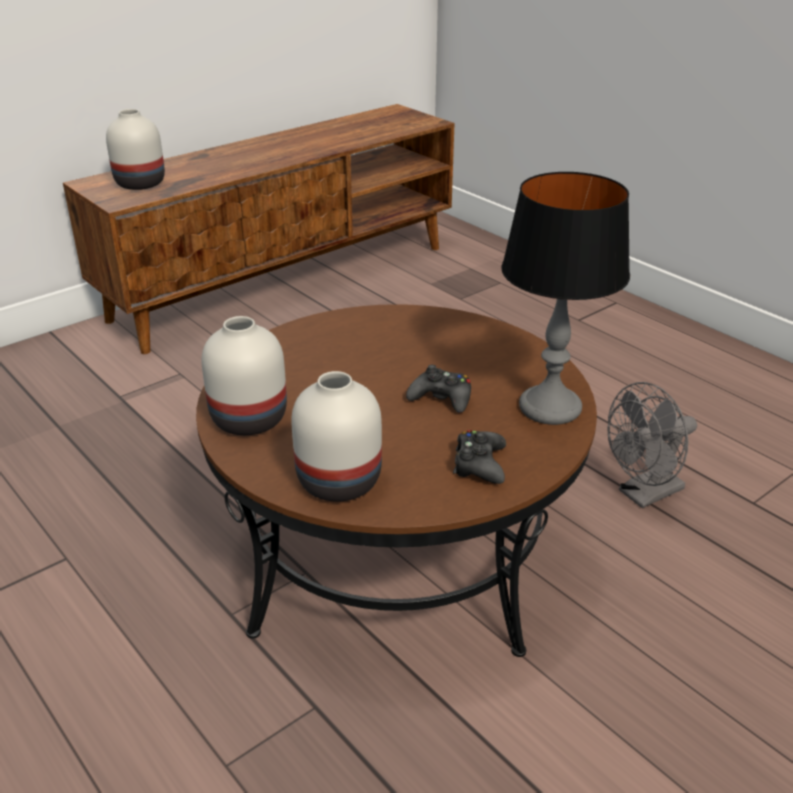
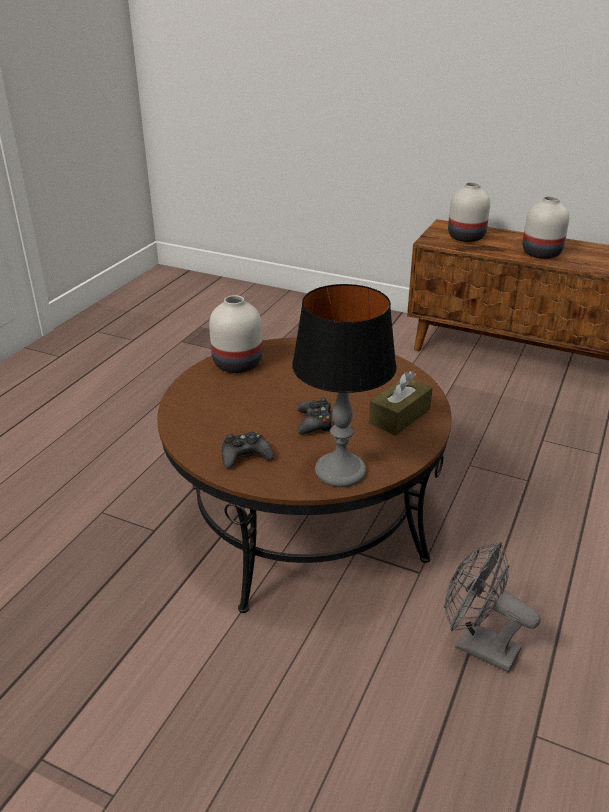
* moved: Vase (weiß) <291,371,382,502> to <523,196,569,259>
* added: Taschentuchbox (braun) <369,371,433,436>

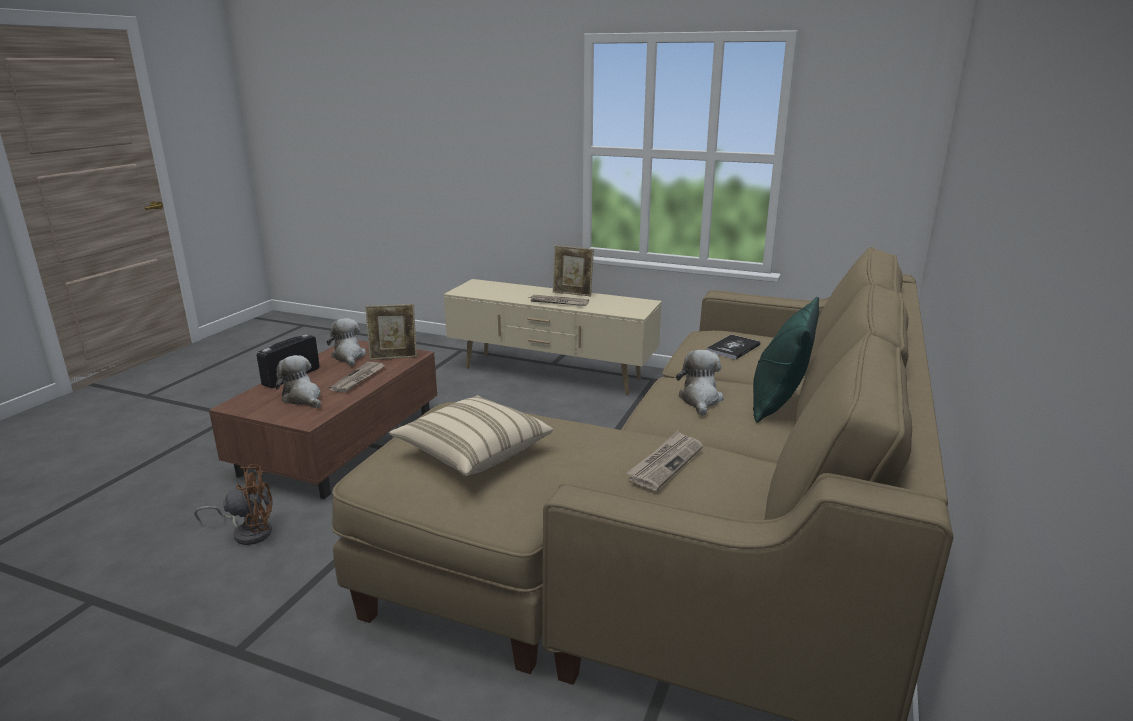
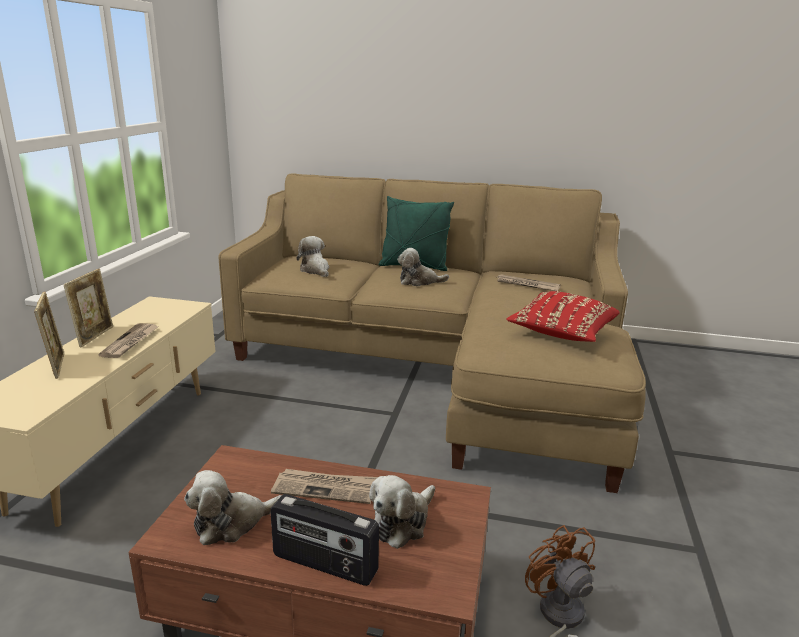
* moved: Bilderrahmen <365,304,417,360> to <34,291,65,379>
* recoloured: Kissen (beige) <389,395,553,476> to Kissen (rot) <506,291,620,342>
* replaced: Buch <706,334,761,360> to Plüschtier <297,236,329,277>

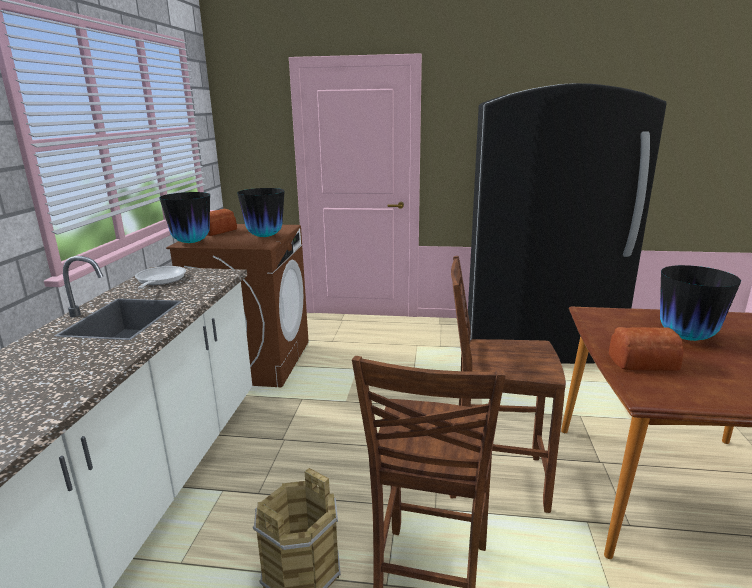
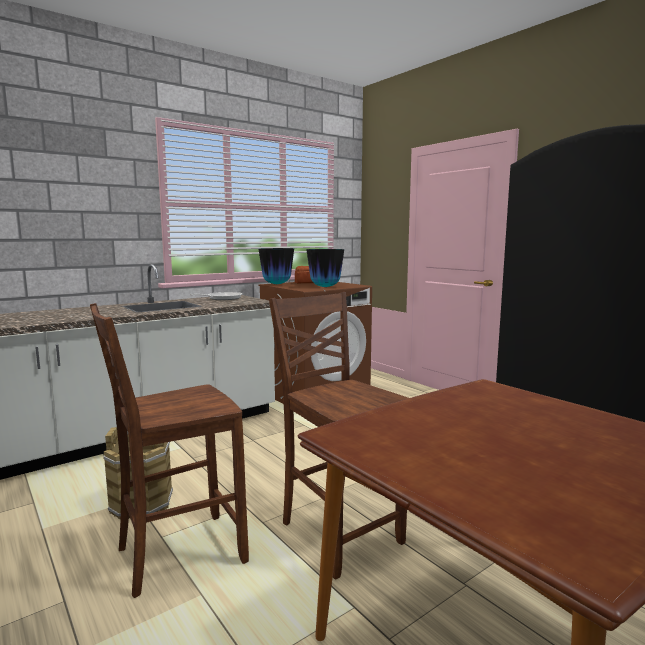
* removed: Brot <609,327,683,371>
* removed: Vase <660,265,741,341>

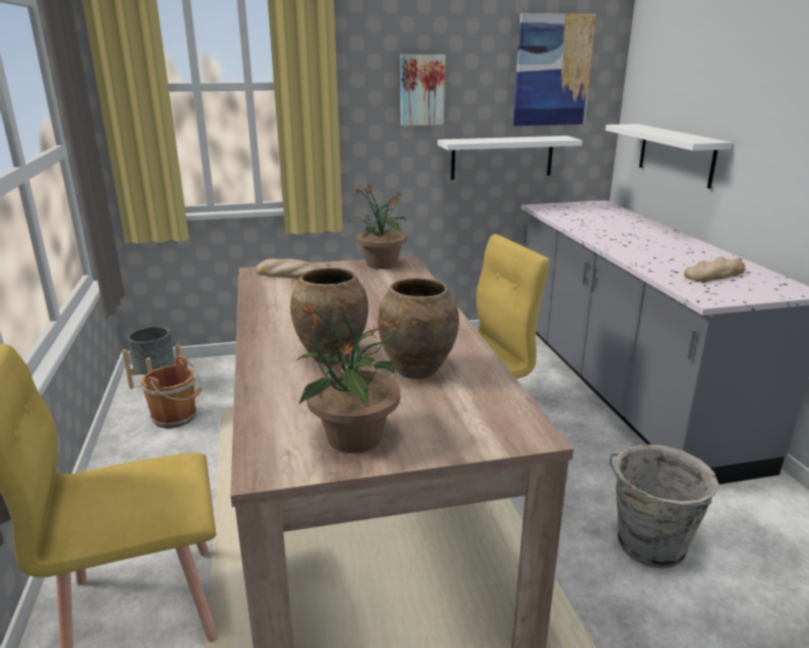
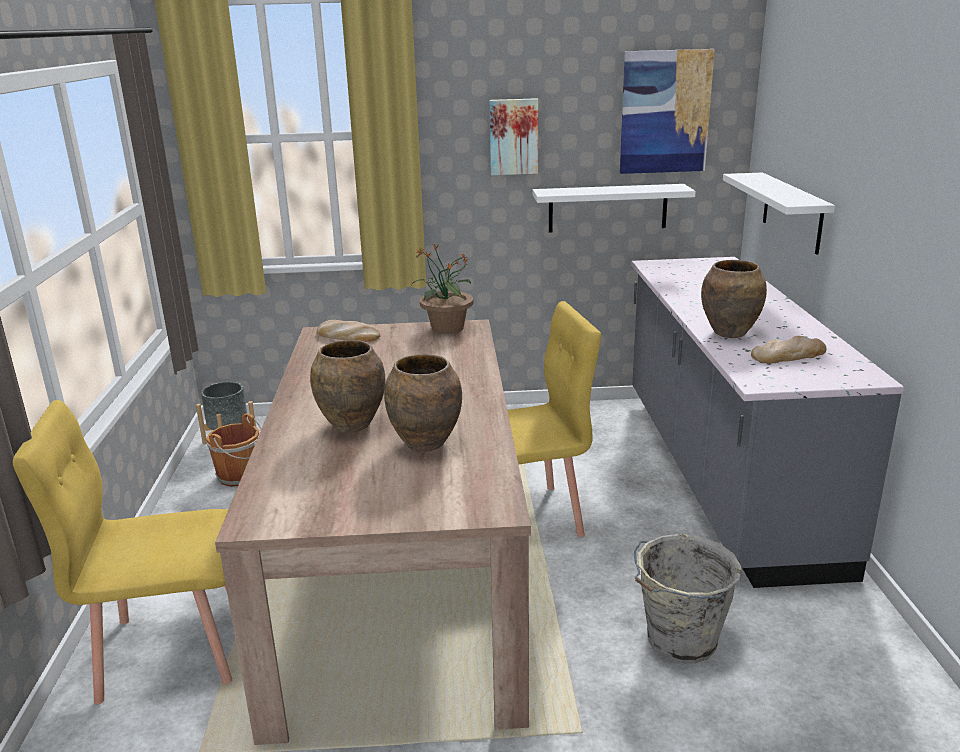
* removed: Topfpflanze <297,293,401,453>
* added: Vase (braun) <701,260,767,338>

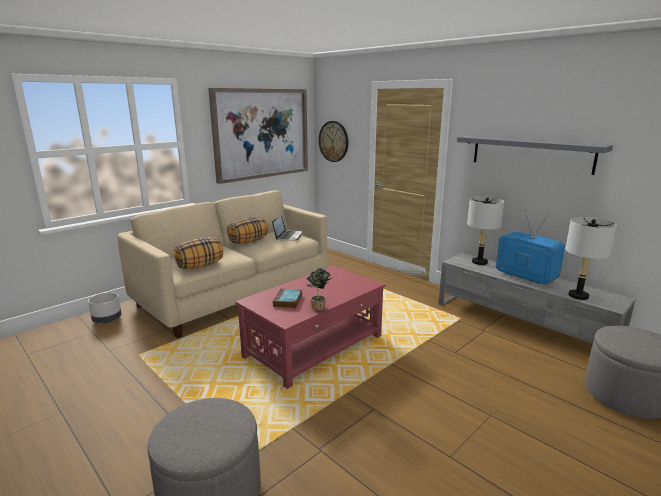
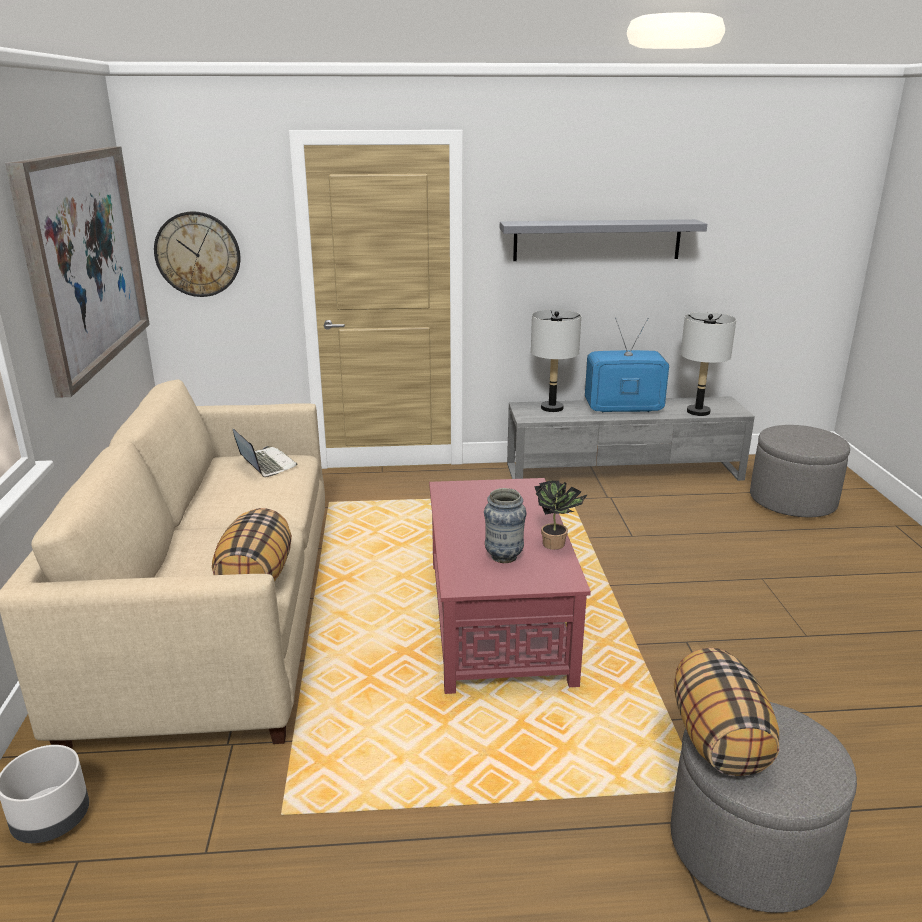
* moved: Kissen <227,217,268,244> to <674,648,779,777>
* replaced: Buch <273,288,302,308> to Vase <484,488,526,563>

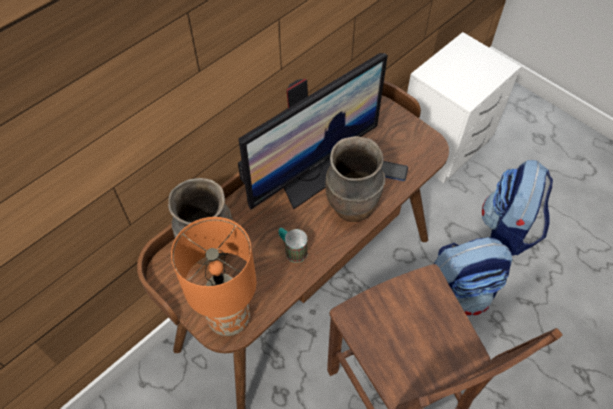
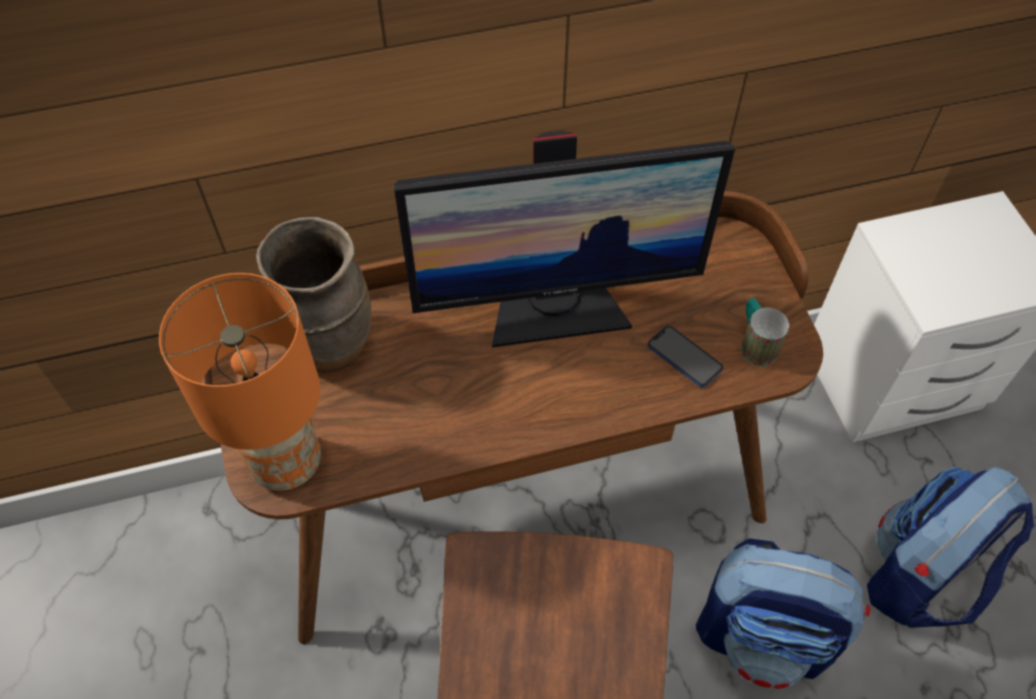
* moved: Henkelbecher <278,228,308,263> to <741,298,789,366>
* removed: Vase (braun) <325,136,385,222>

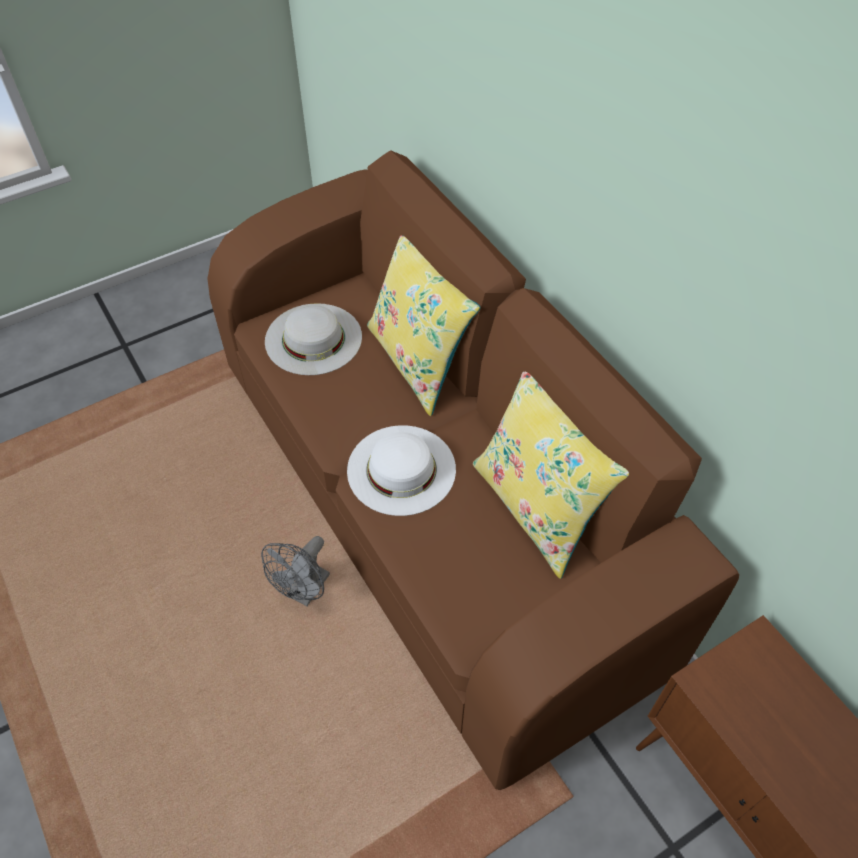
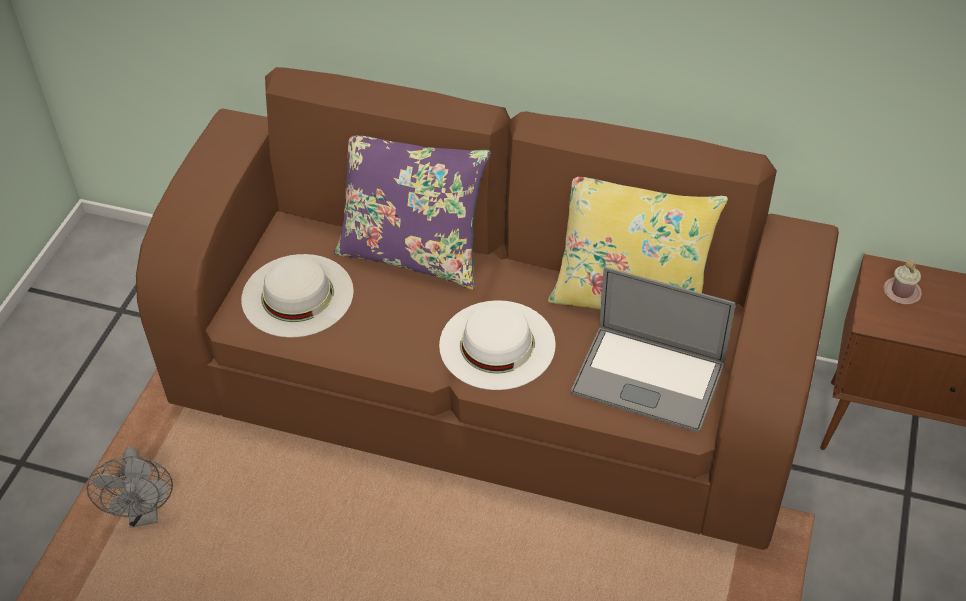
* moved: Ventilator (grau) <261,536,330,606> to <87,446,173,528>
* recoloured: Kissen (gelb) <367,235,480,416> to Kissen (lila) <334,135,491,290>
* added: Laptop <571,267,735,433>
* added: Henkelbecher (rosa) <883,260,922,304>

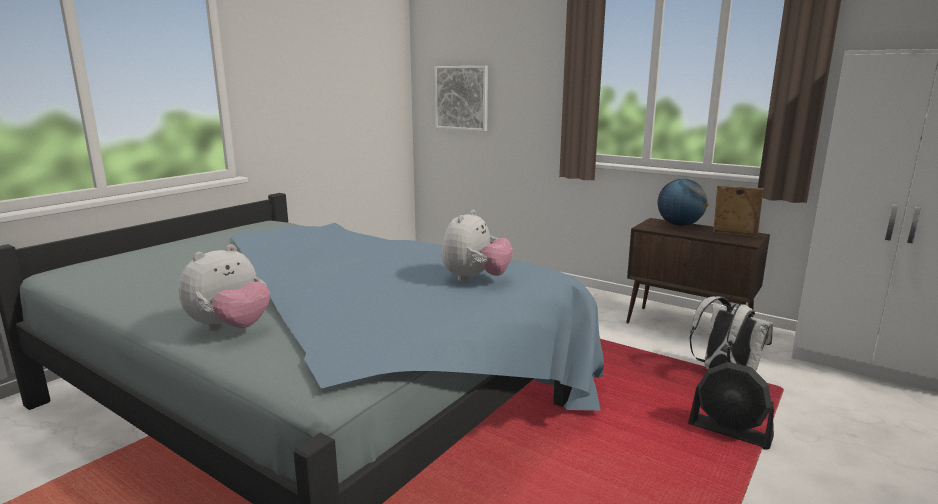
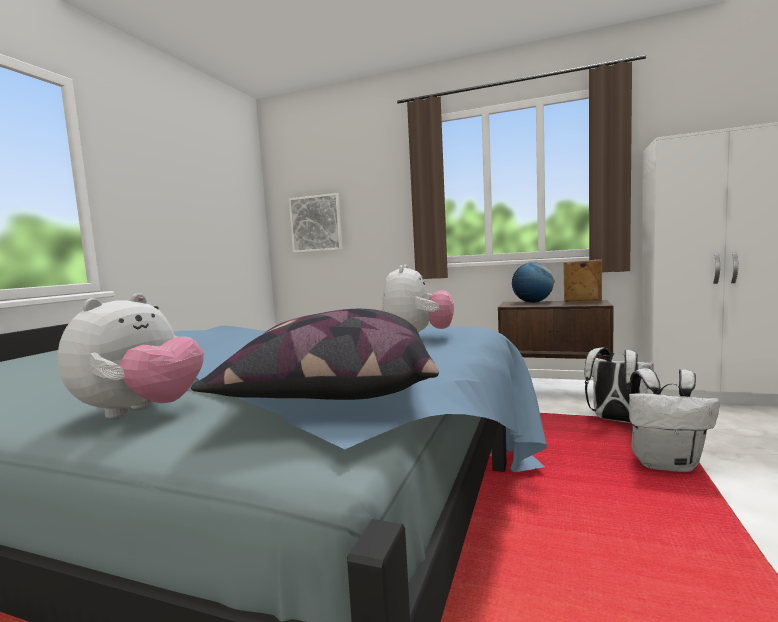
* replaced: Ventilator (schwarz) <688,362,774,450> to Rucksack (weiß) <629,369,720,472>
* added: Kissen <191,309,439,400>

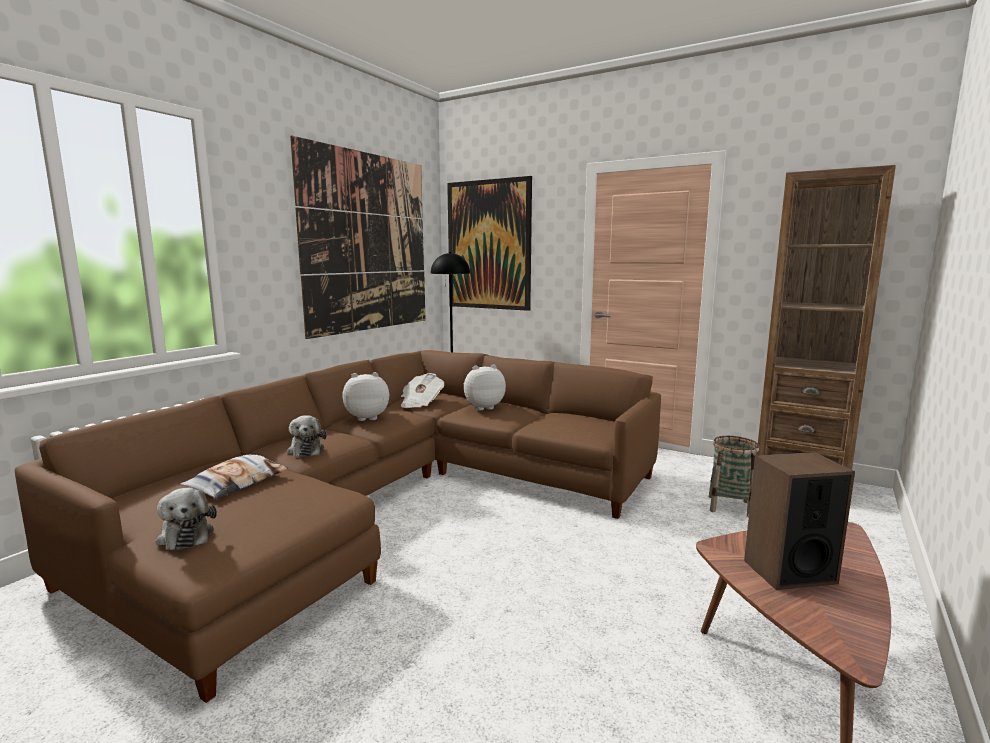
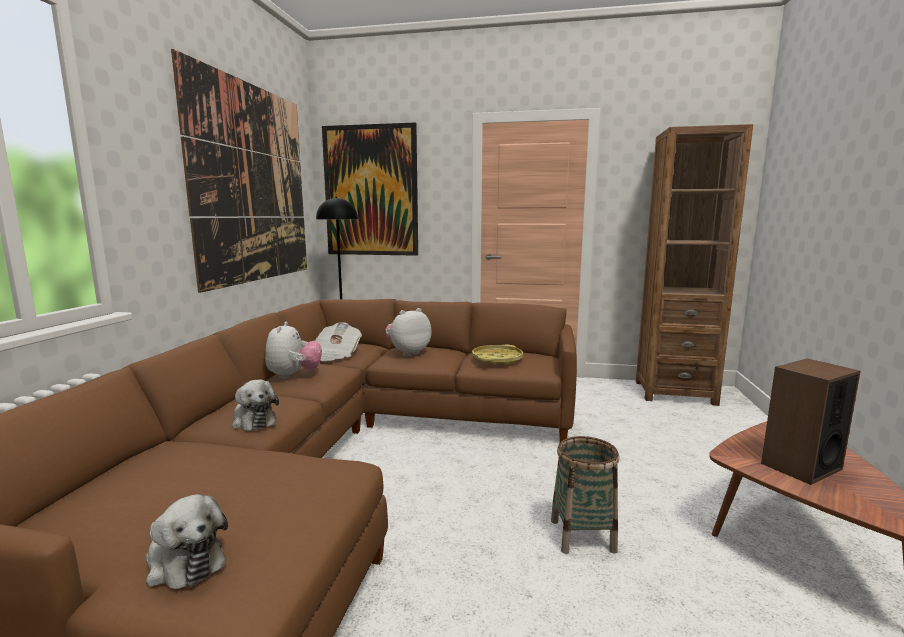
* removed: Kissen <180,455,288,499>
* turned: Plüschtier <342,372,389,421> = <265,322,322,379> 120 degrees clockwise
* moved: Korb <709,436,759,517> to <551,436,619,554>
* added: Tablett (gelb) <472,345,523,364>

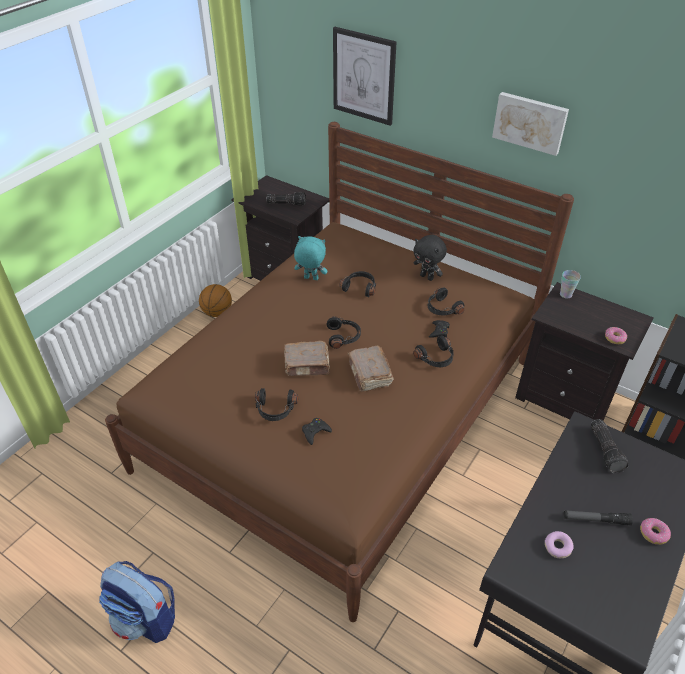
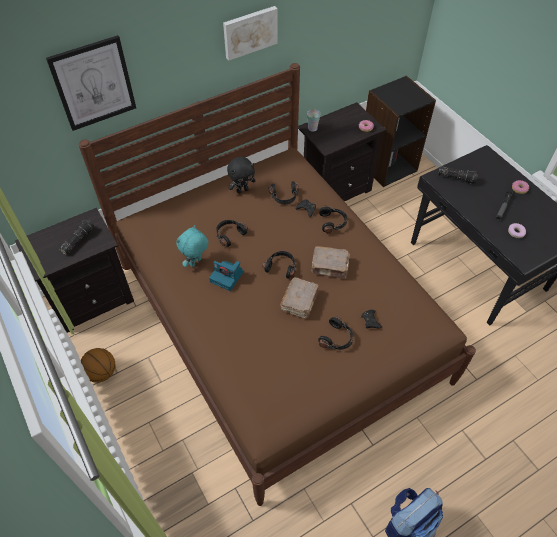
* added: Kamera <209,261,244,291>

